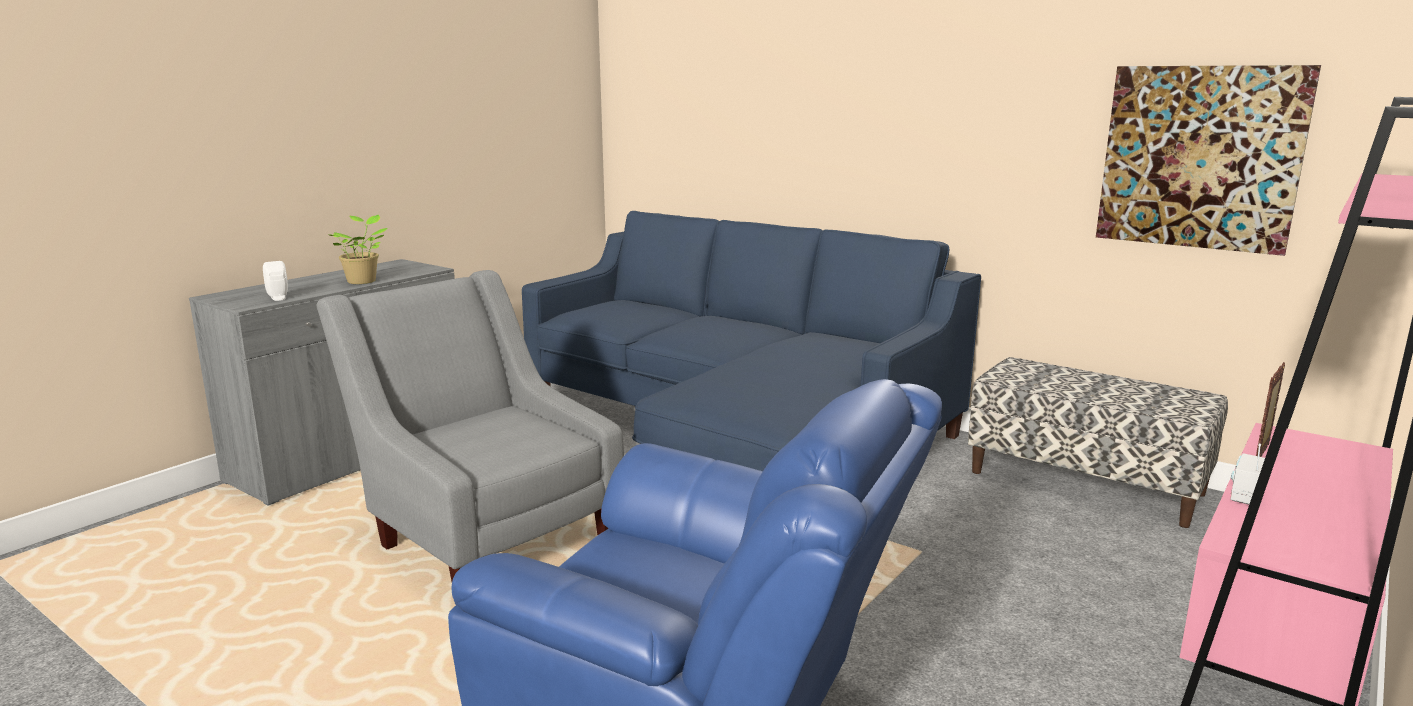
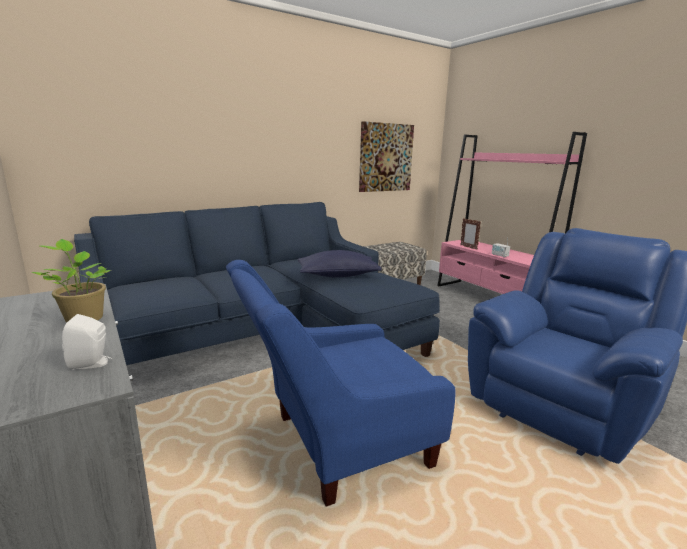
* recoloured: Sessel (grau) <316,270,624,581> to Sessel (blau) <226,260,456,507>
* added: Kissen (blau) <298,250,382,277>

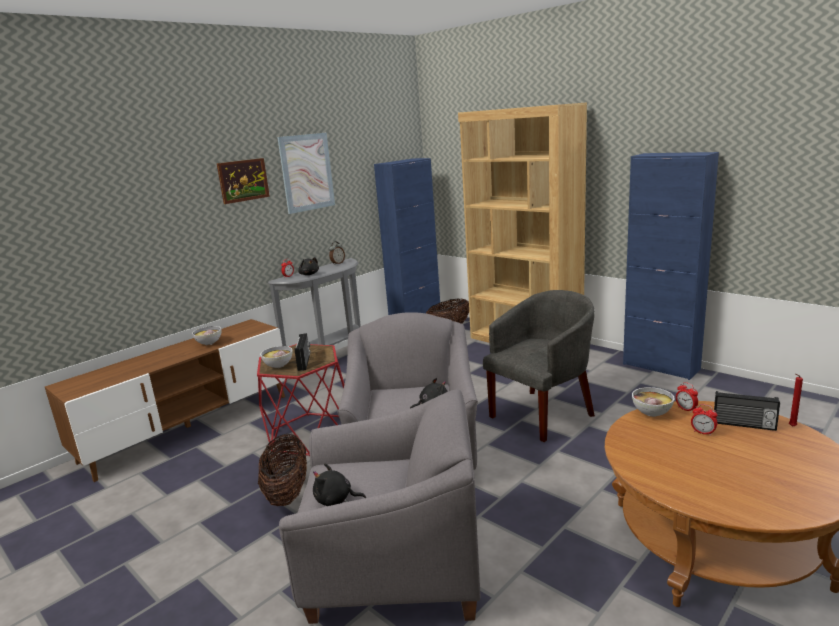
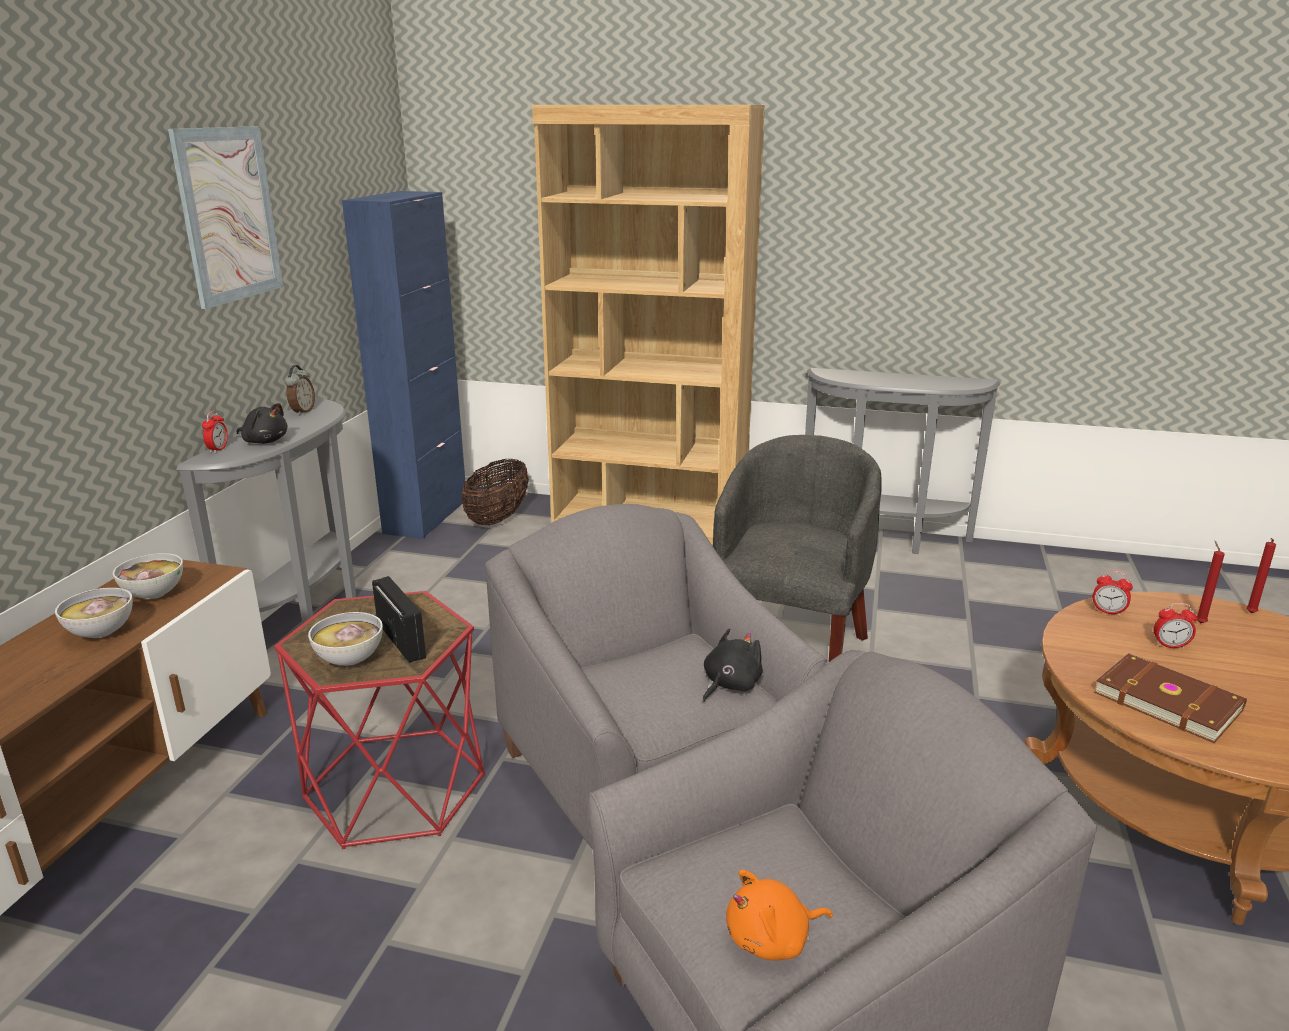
* removed: Bild <217,158,270,204>
* removed: Korb <258,433,307,506>
* recoloured: Plüschtier (schwarz) <313,463,366,506> to Plüschtier (orange) <726,870,833,961>
* replaced: Schrank (blau) <623,152,719,380> to Konsolentisch (grau) <805,368,1001,554>
* moved: Schüssel <632,387,674,417> to <113,553,183,599>
* replaced: Radio <714,391,780,431> to Kerze (rot) <1197,541,1225,623>
* added: Buch (braun) <1094,653,1247,743>

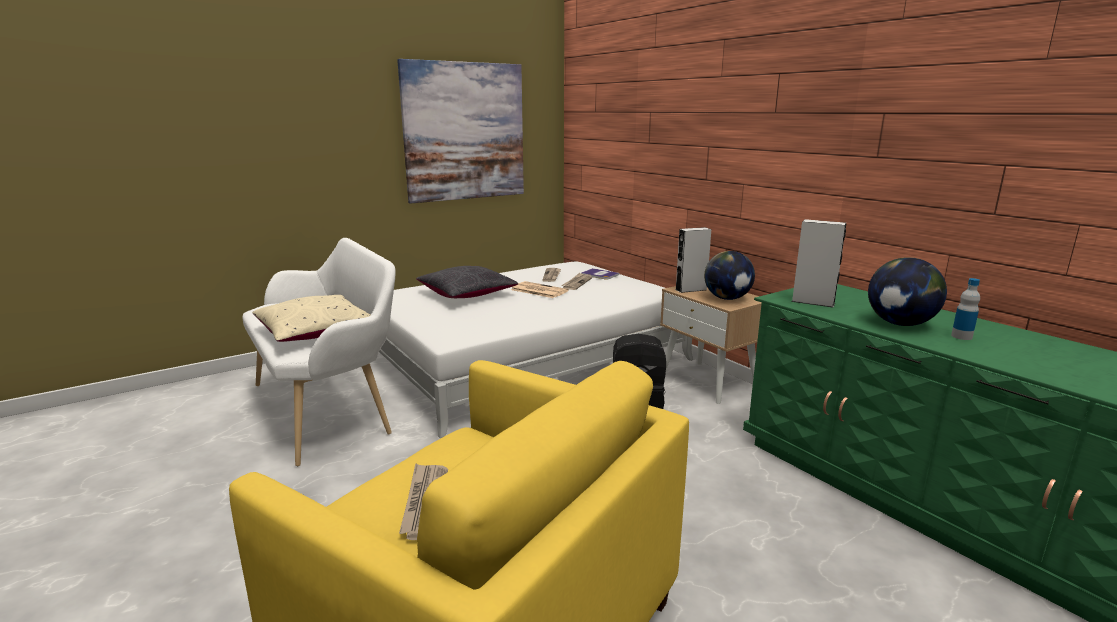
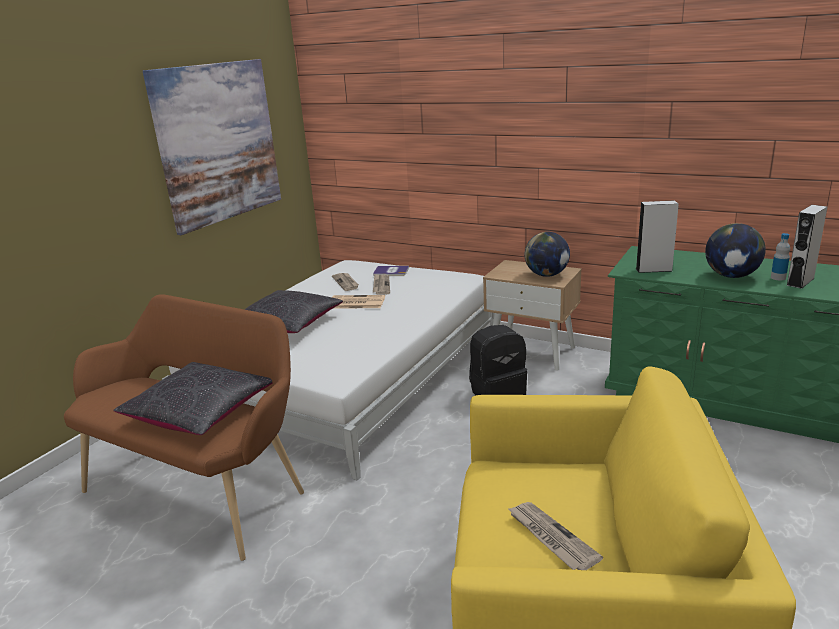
* recoloured: Bank (weiß) <242,238,396,466> to Bank (braun) <64,294,304,561>
* recoloured: Kissen (beige) <252,295,371,342> to Kissen (schwarz) <113,362,273,435>
* moved: Lautsprecher (grau) <675,227,711,293> to <786,205,827,289>

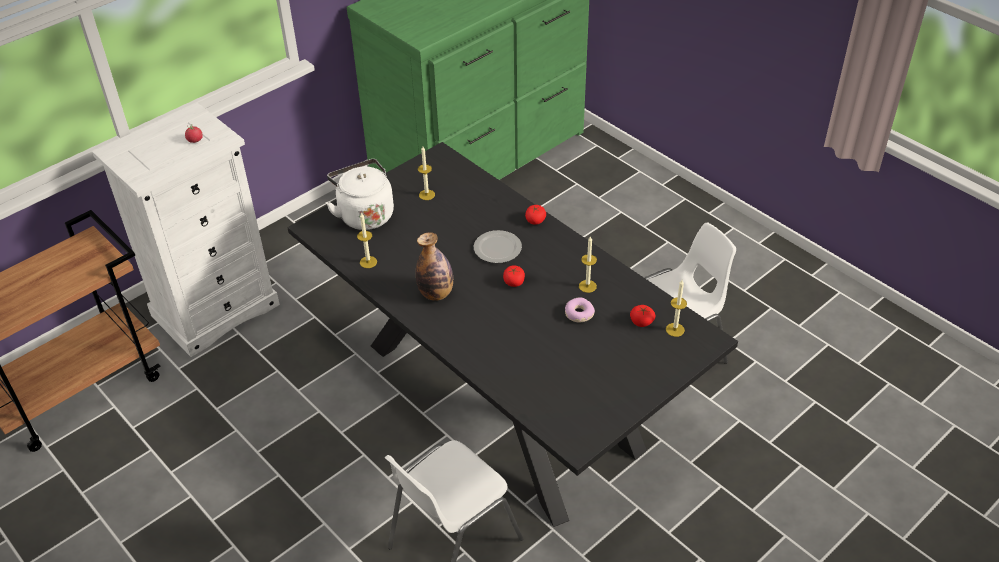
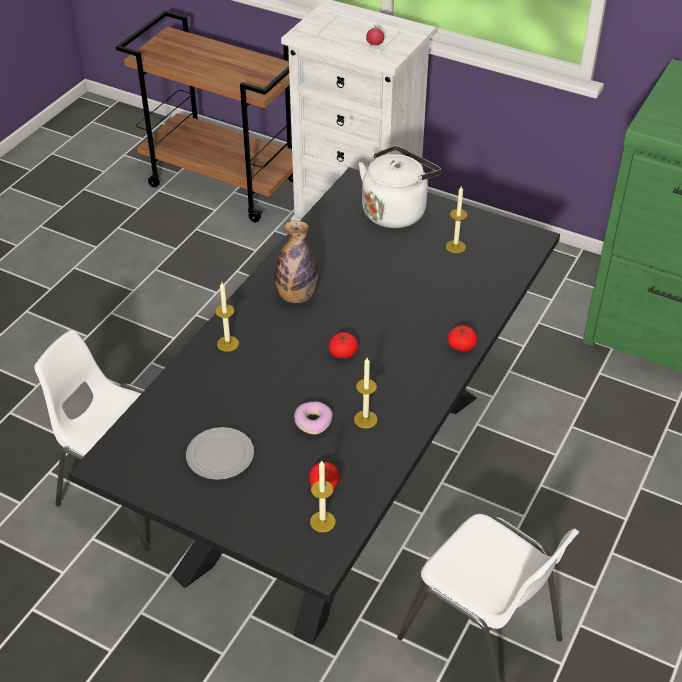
* moved: Kerze <357,212,377,268> to <215,282,239,352>
* moved: Teller <474,230,522,263> to <186,427,254,480>

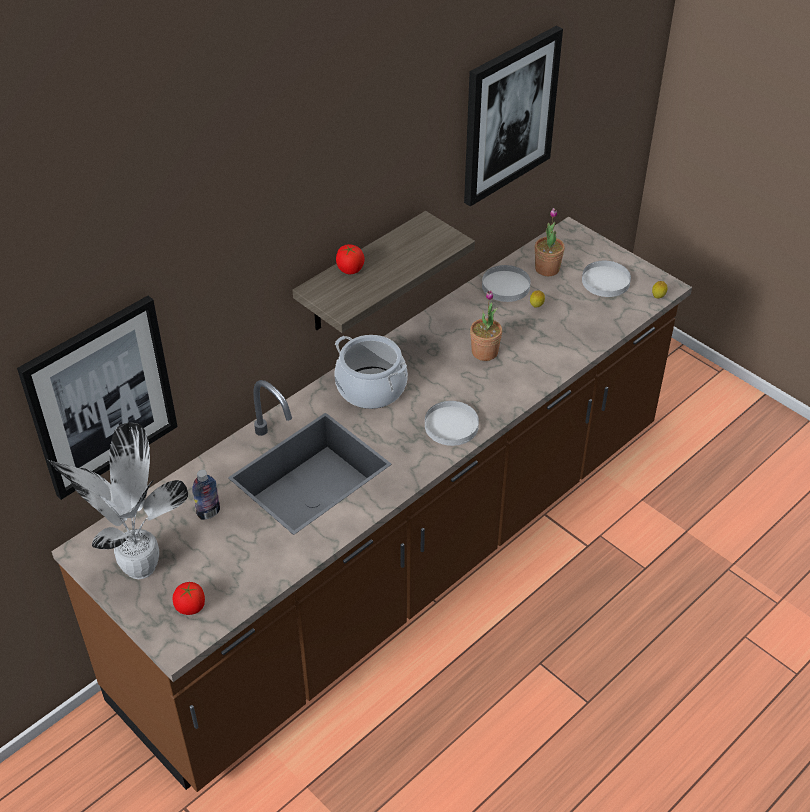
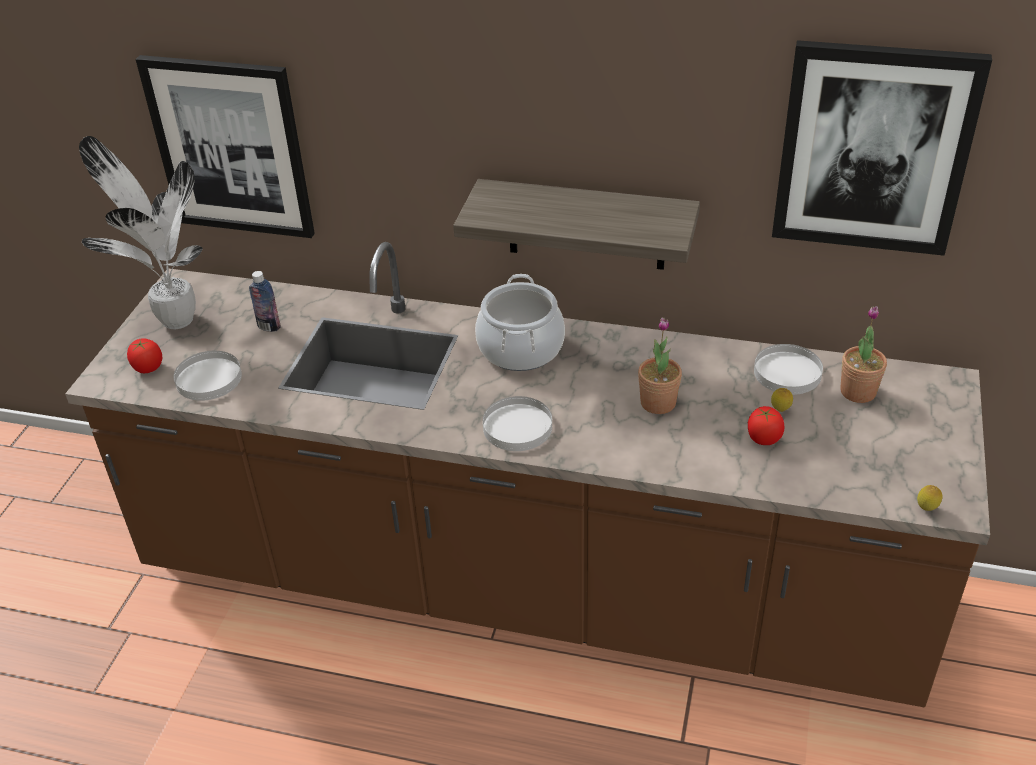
* moved: Tomate <336,244,365,274> to <748,406,784,445>
* moved: Teller (weiß) <582,261,631,297> to <174,351,242,401>

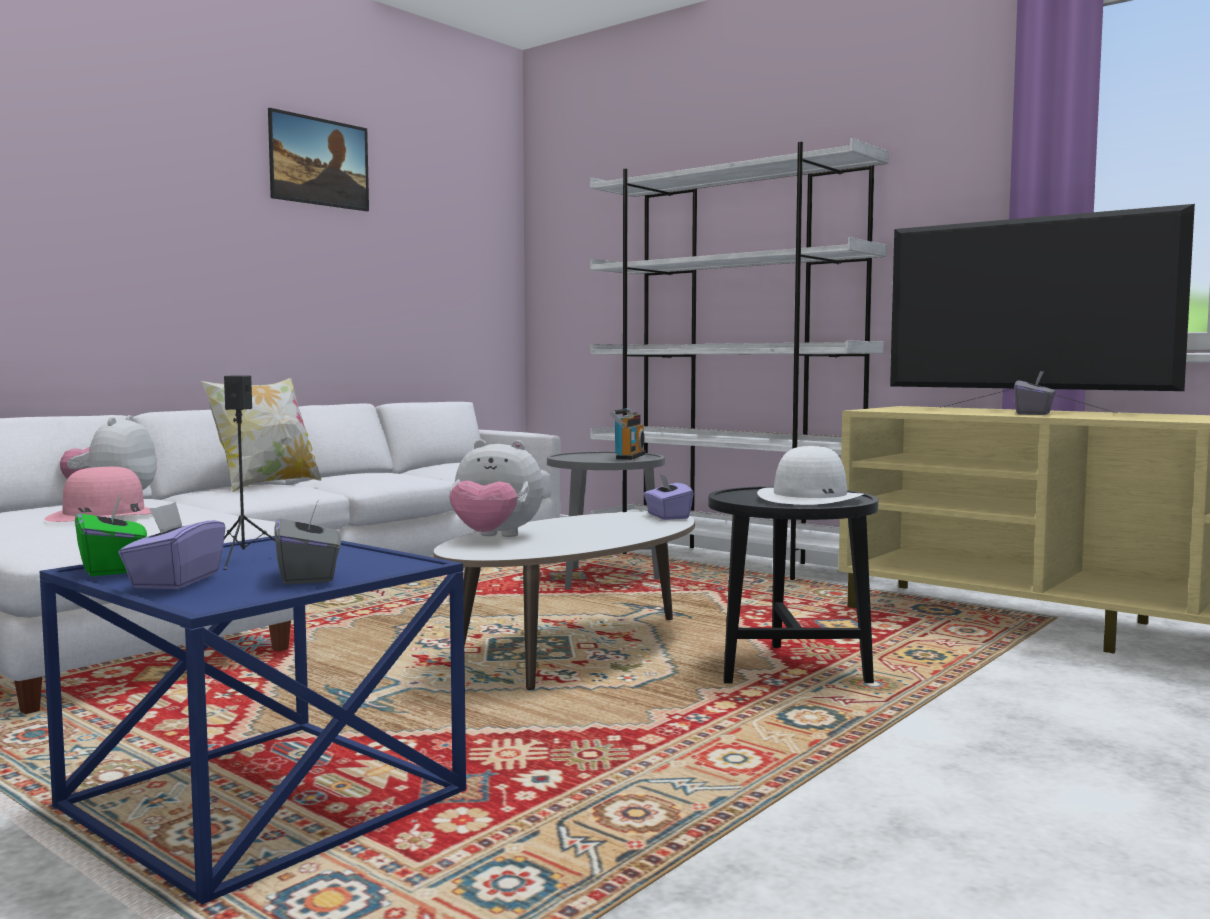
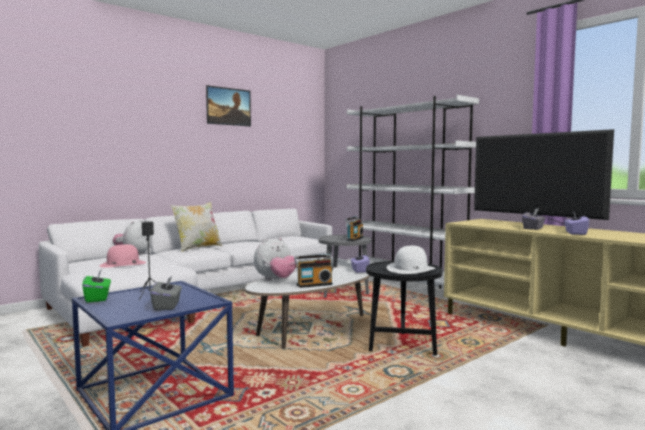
* moved: Taschentuchbox (lila) <118,502,226,589> to <564,211,590,235>
* turned: Plüschtier <449,439,544,537> = <254,237,297,281> 60 degrees counterclockwise
* added: Radio <294,254,333,288>

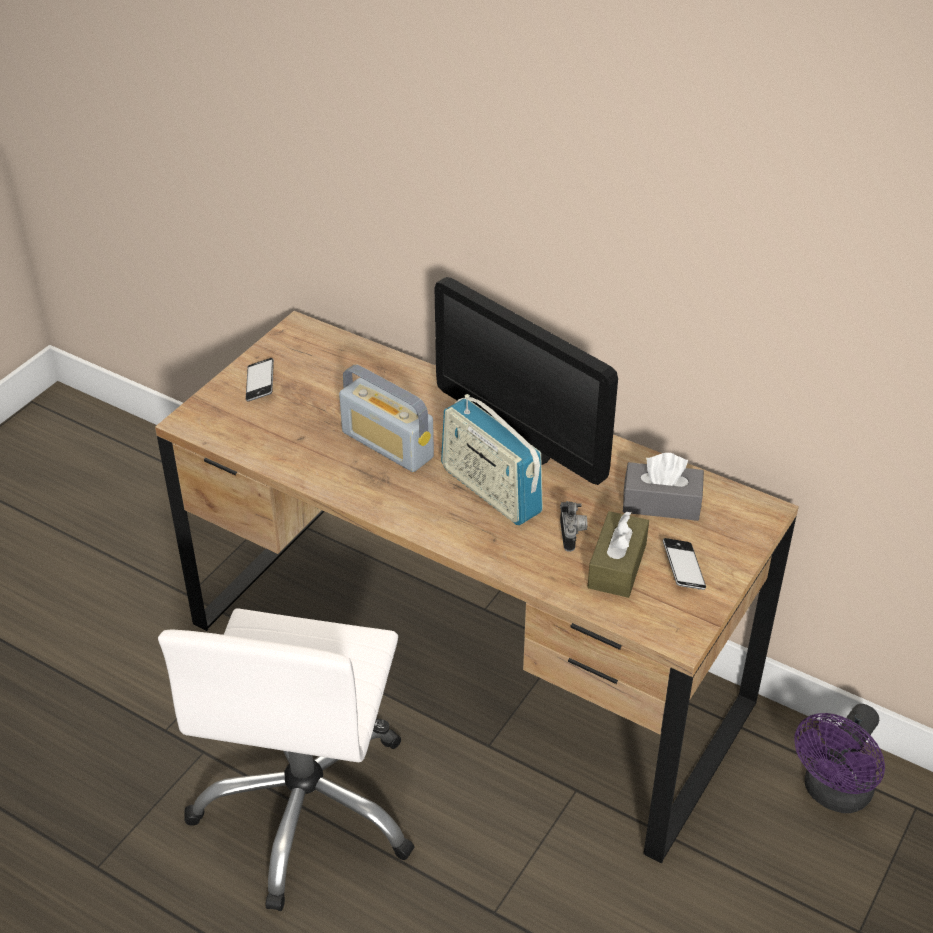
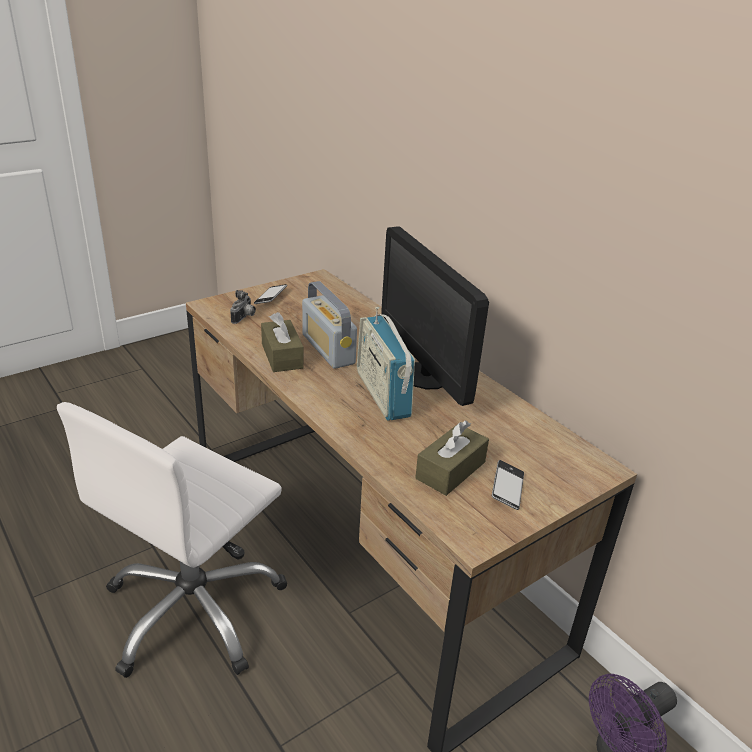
* moved: Kamera <560,501,587,552> to <230,290,256,324>
* removed: Taschentuchbox (grau) <623,453,704,521>
* added: Taschentuchbox (braun) <261,312,304,372>

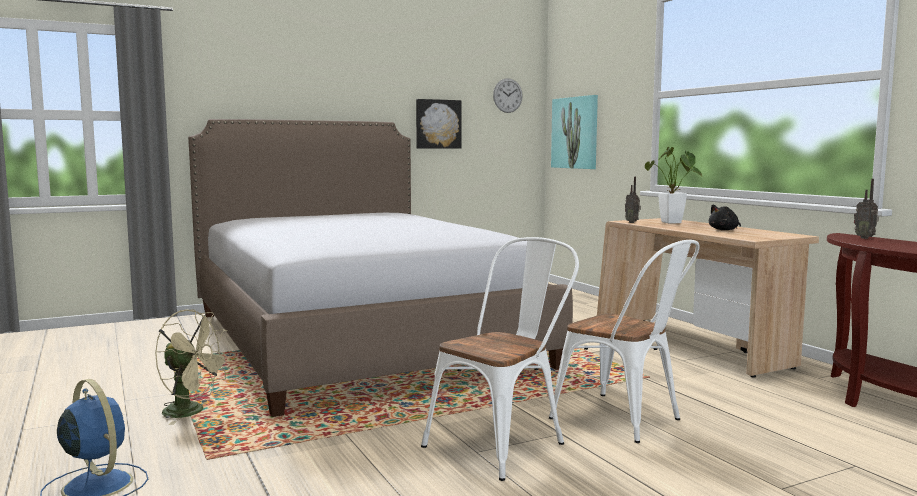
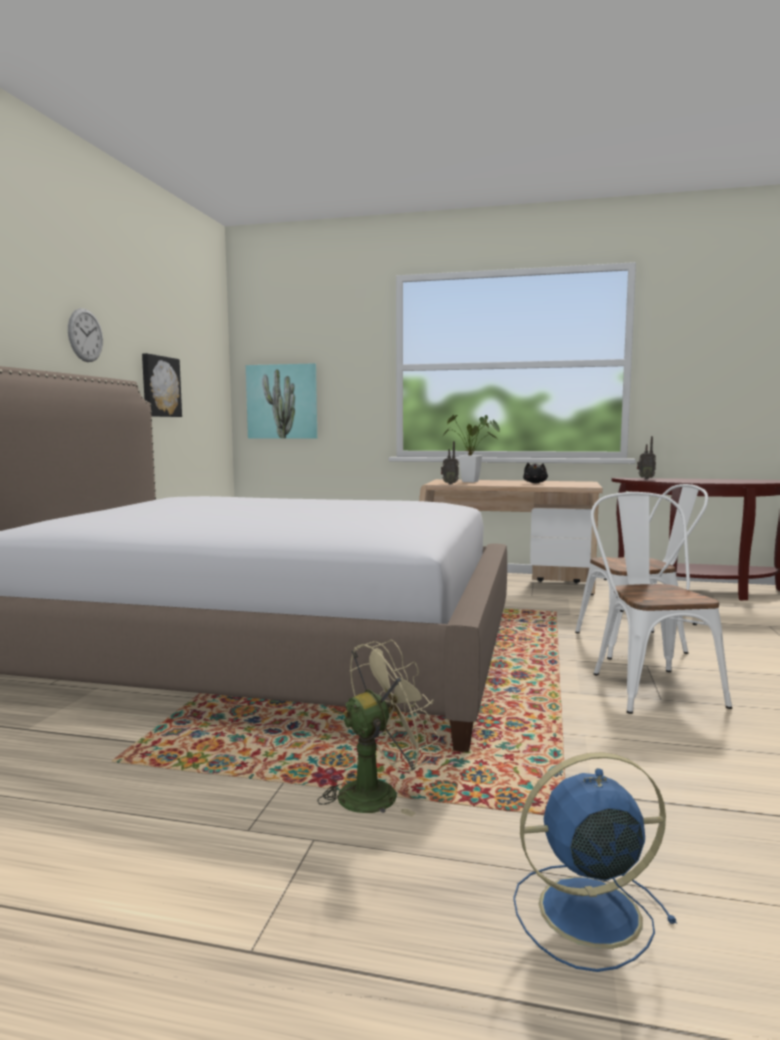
* moved: Wanduhr <493,78,523,113> to <68,308,103,362>

